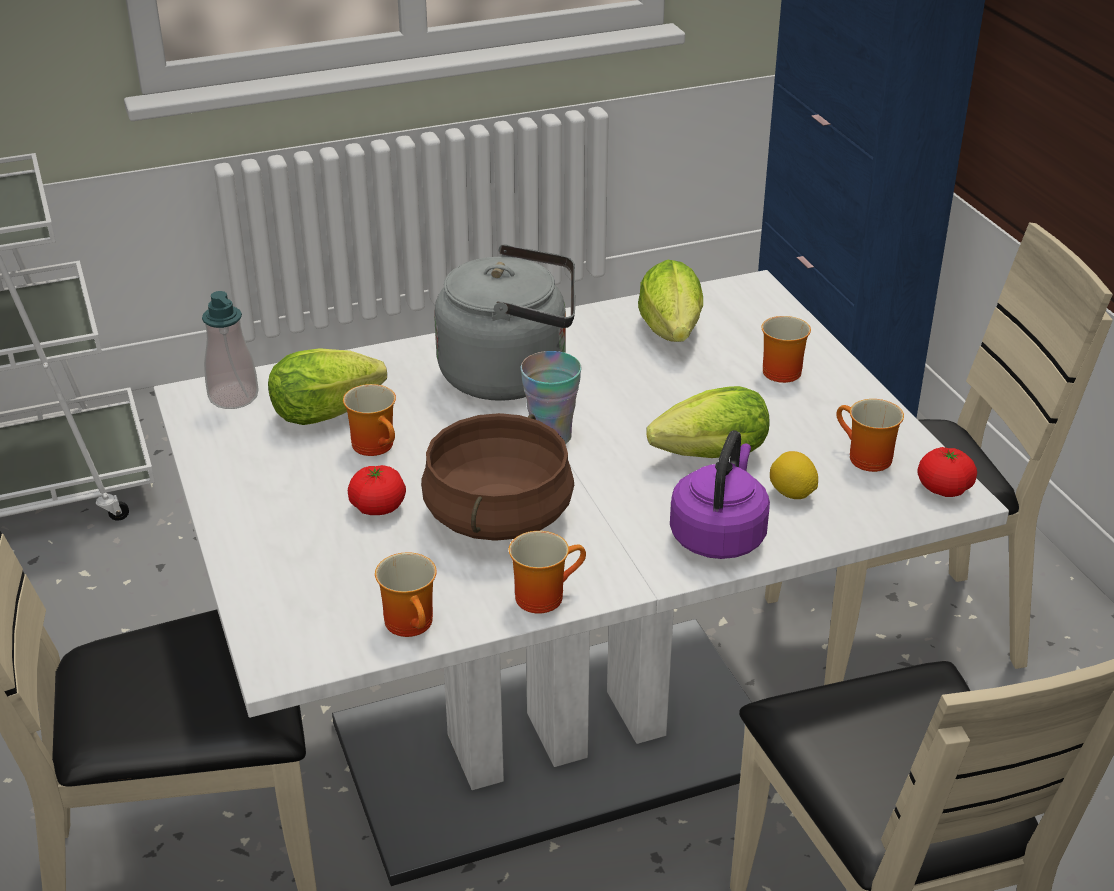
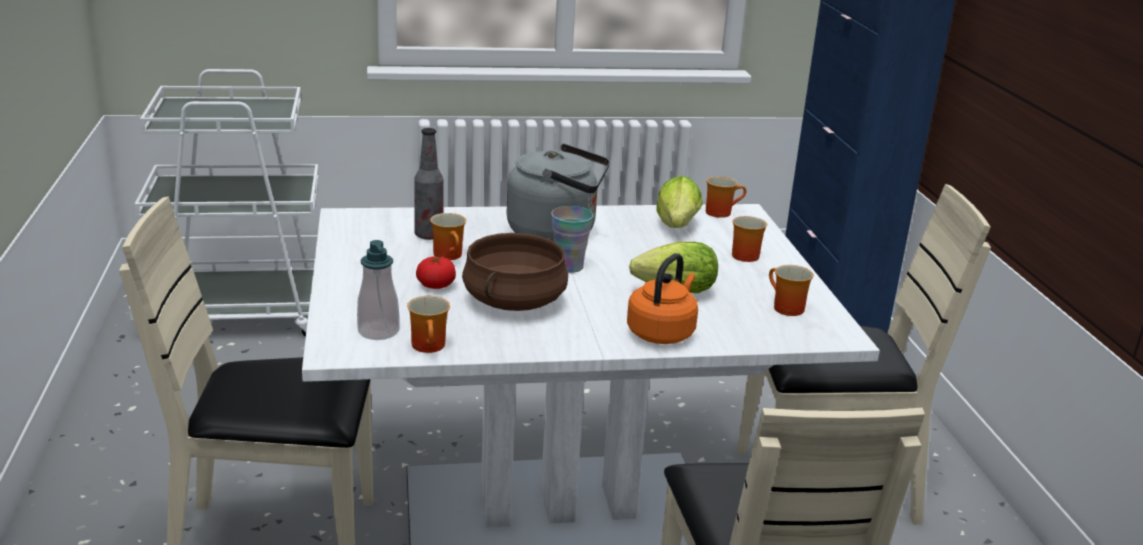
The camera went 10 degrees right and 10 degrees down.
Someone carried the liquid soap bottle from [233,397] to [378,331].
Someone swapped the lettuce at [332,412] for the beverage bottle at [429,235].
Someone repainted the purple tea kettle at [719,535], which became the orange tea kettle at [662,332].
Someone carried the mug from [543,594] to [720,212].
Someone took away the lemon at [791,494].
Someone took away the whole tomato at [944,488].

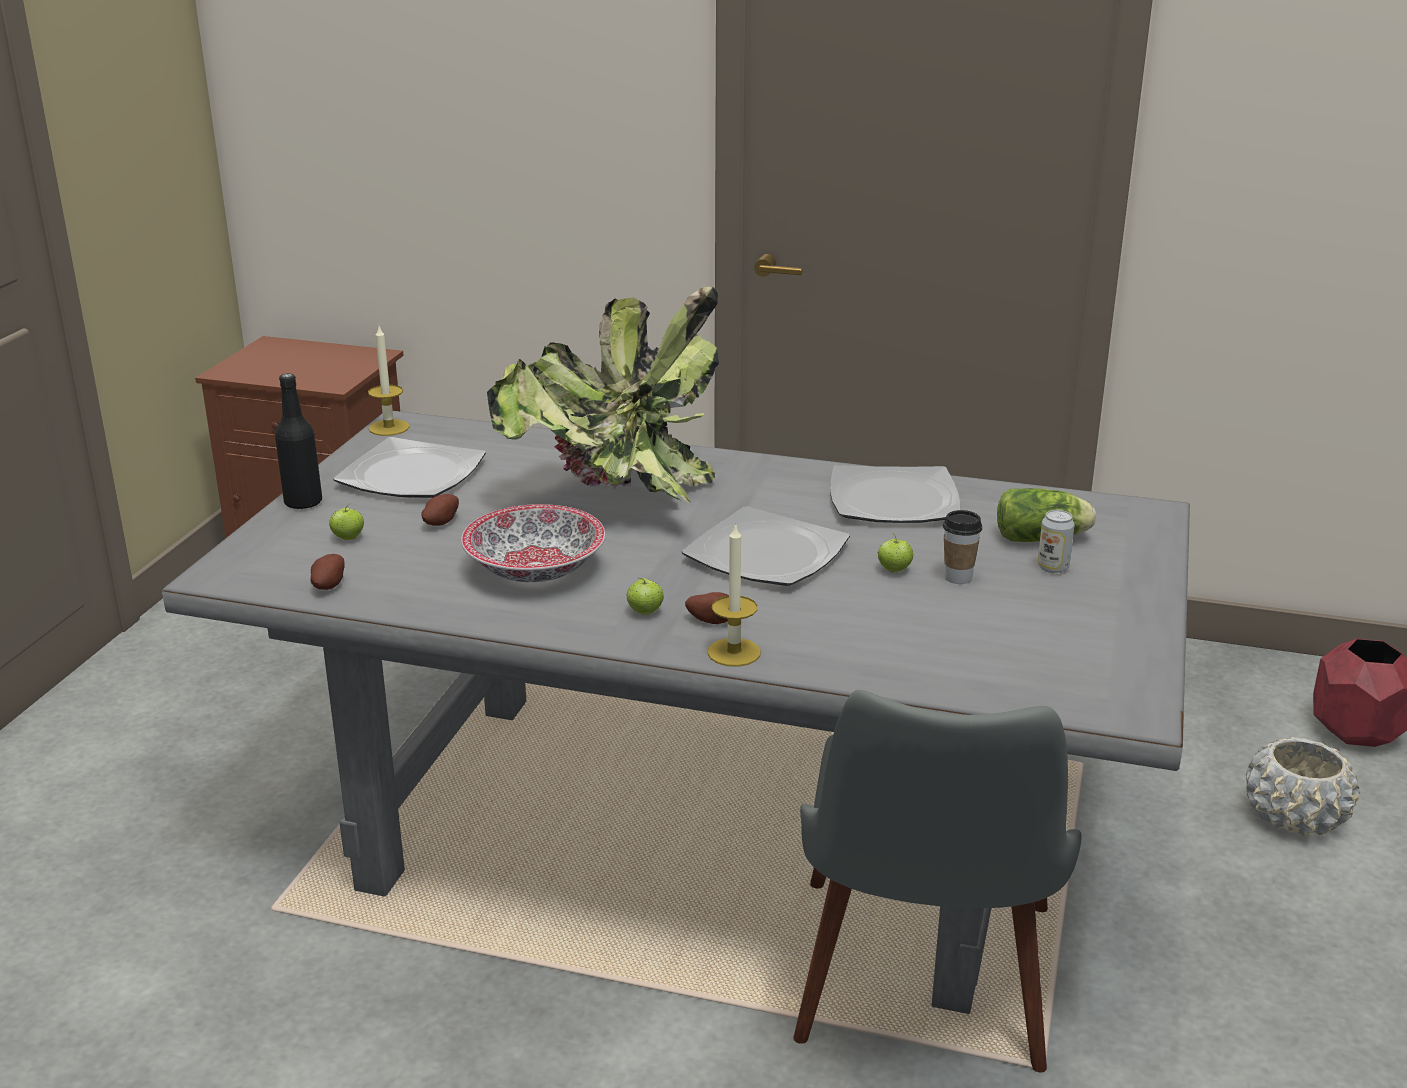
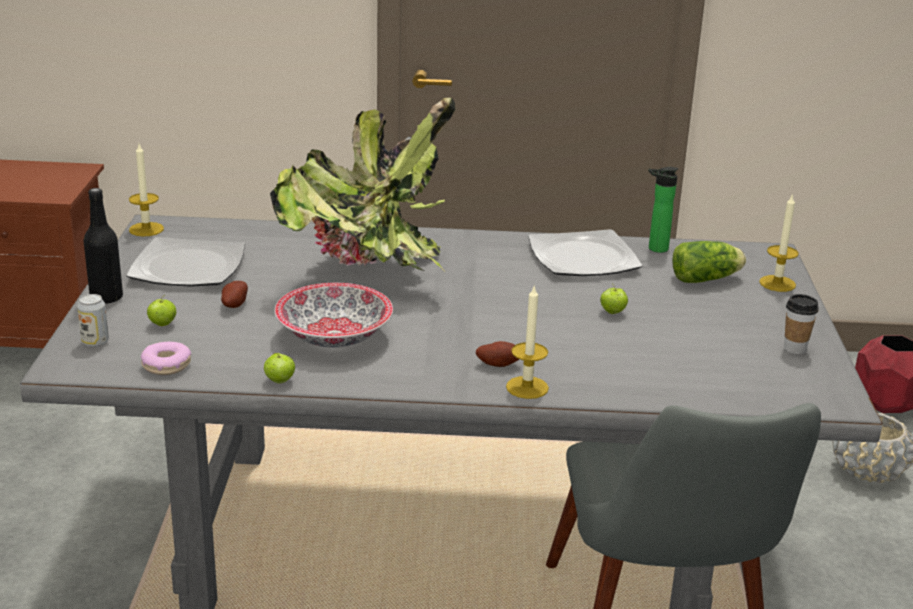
The camera went 15 degrees left and 0 degrees up.
Someone carried the metal can from [1053,567] to [95,342].
Someone swapped the spud at [327,585] for the doughnut at [166,365].
Someone carried the whole apple from [645,612] to [280,381].
Someone put down the beverage bottle at [655,249].
Someone put down the wax candle at [777,283].
Someone carried the drinking cup from [958,577] to [794,348].
Someone took away the dinner plate at [766,553].

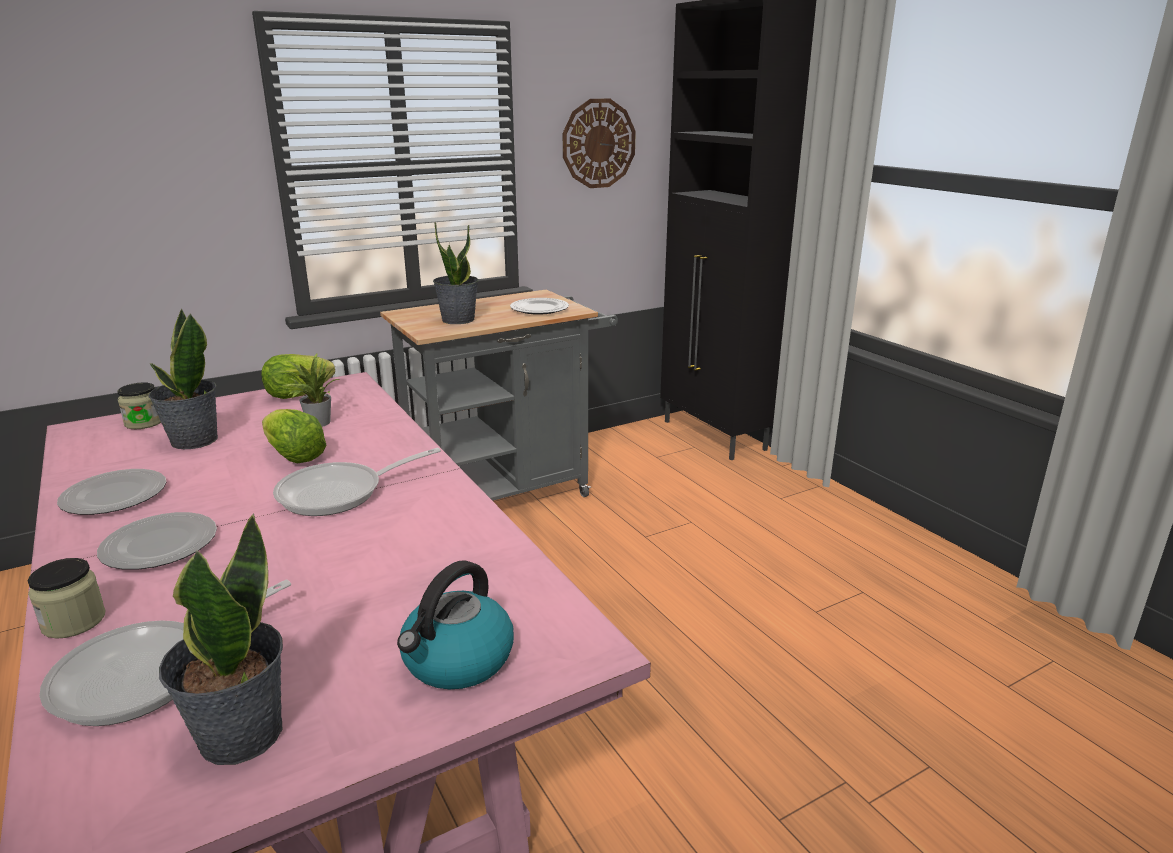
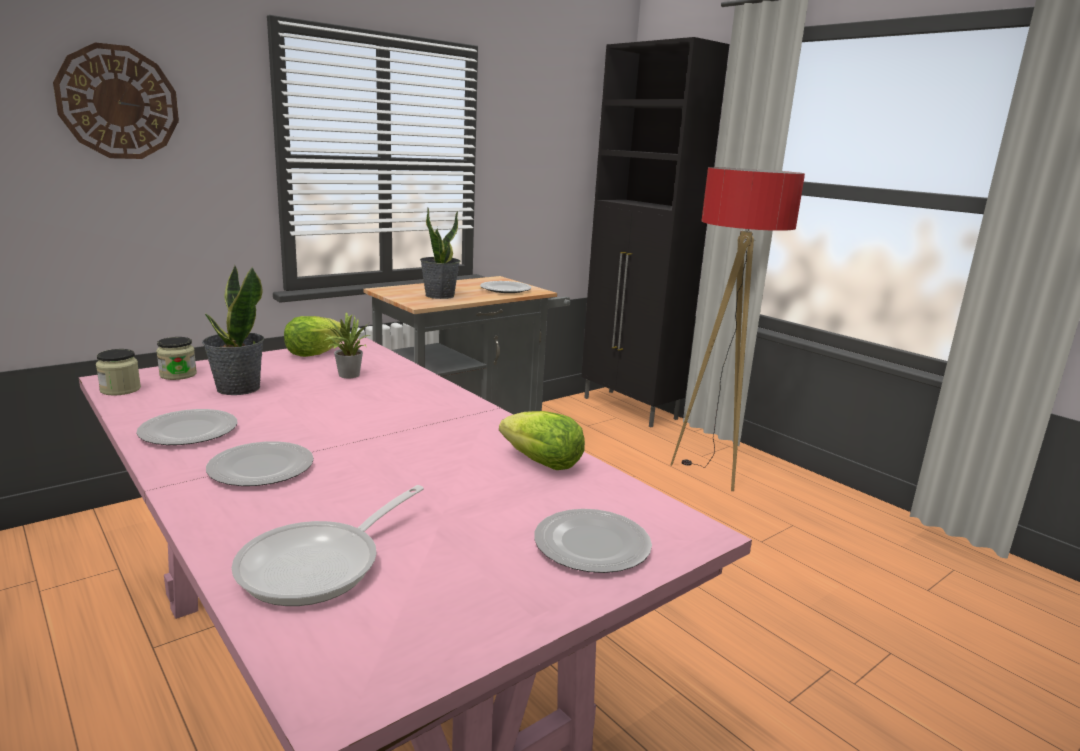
The camera went 10 degrees left and 5 degrees down.
Someone carried the hanging clock from [598,143] to [118,102].
Someone carried the storage jar from [74,621] to [120,389].
Someone carried the lettuce from [294,457] to [542,463].
Someone swapped the tea kettle at [457,661] for the dinner plate at [593,544].
Someone put down the standing lamp at [711,471].
Someone took away the plant in a pot at [239,734].
Someone took away the frying pan at [340,493].

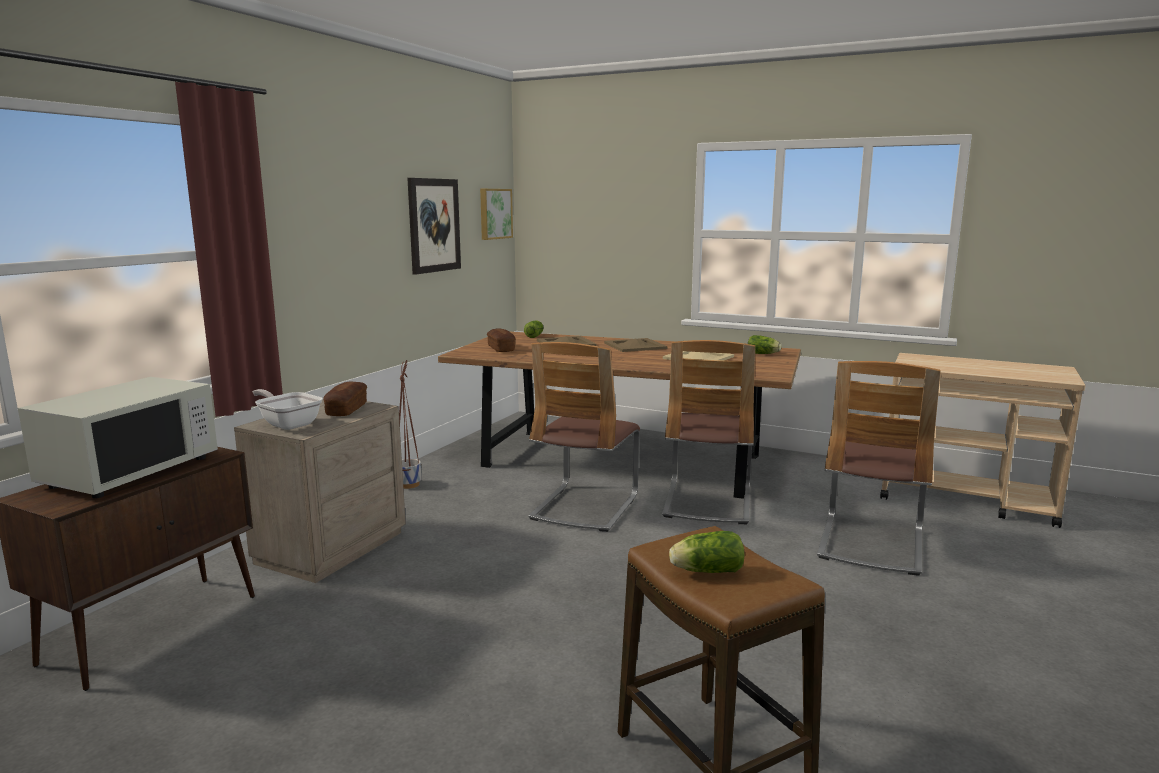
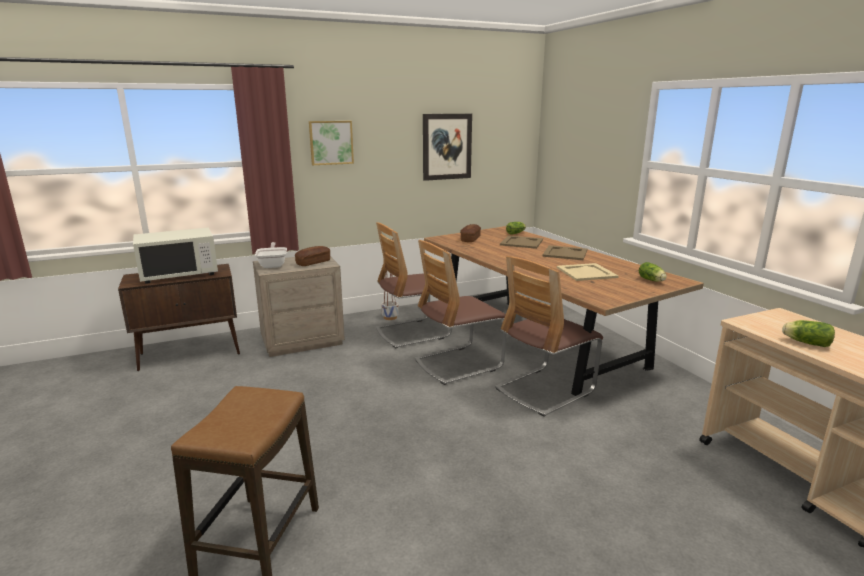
The camera went 40 degrees right and 5 degrees up.
Someone carried the picture from [494,213] to [331,142].
Someone carried the chair from [870,544] to [413,333].
Someone carried the lettuce from [705,571] to [805,342].

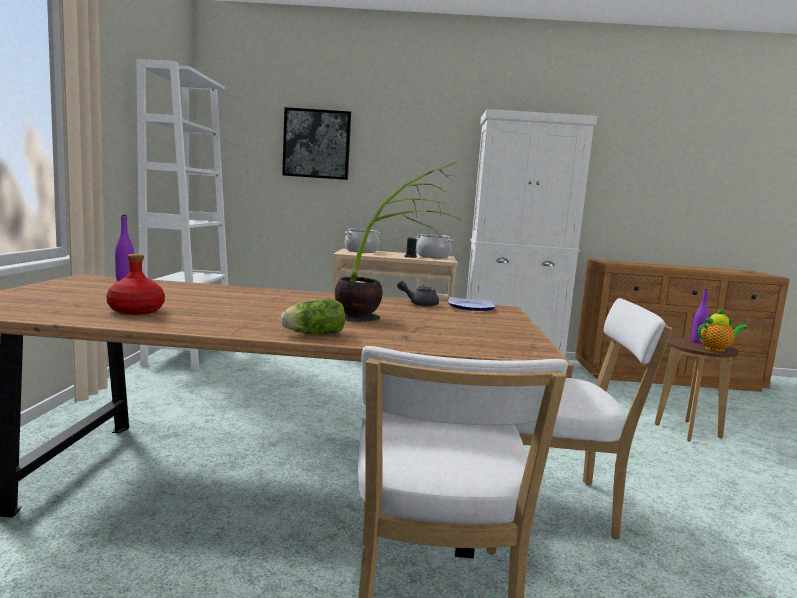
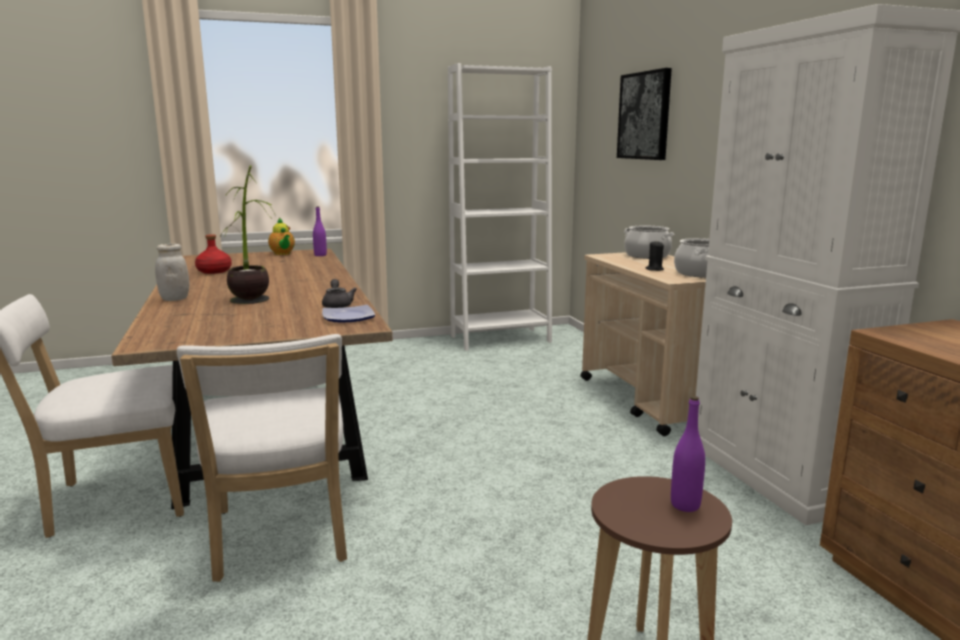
The camera went 70 degrees right and 5 degrees up.
Someone swapped the lettuce at [312,334] for the whitish storage jar at [175,299].
Someone carried the tea pot from [716,349] to [283,254].

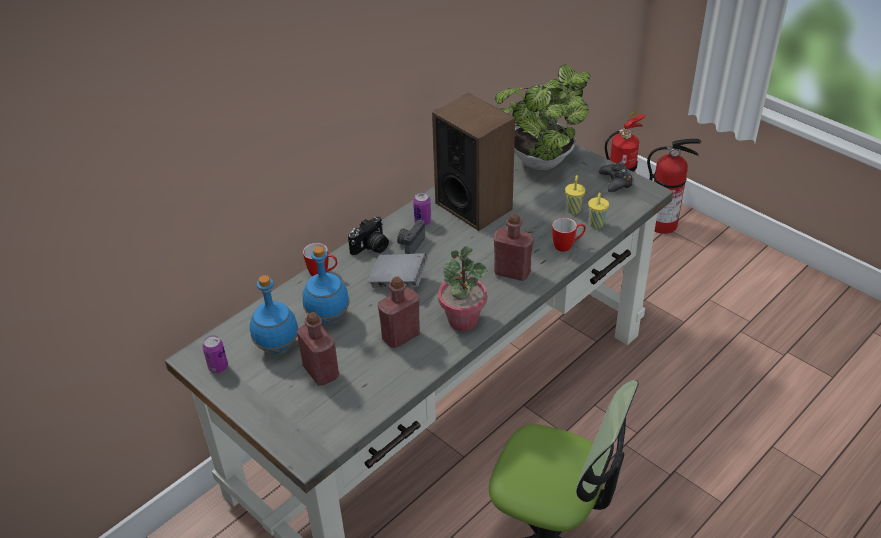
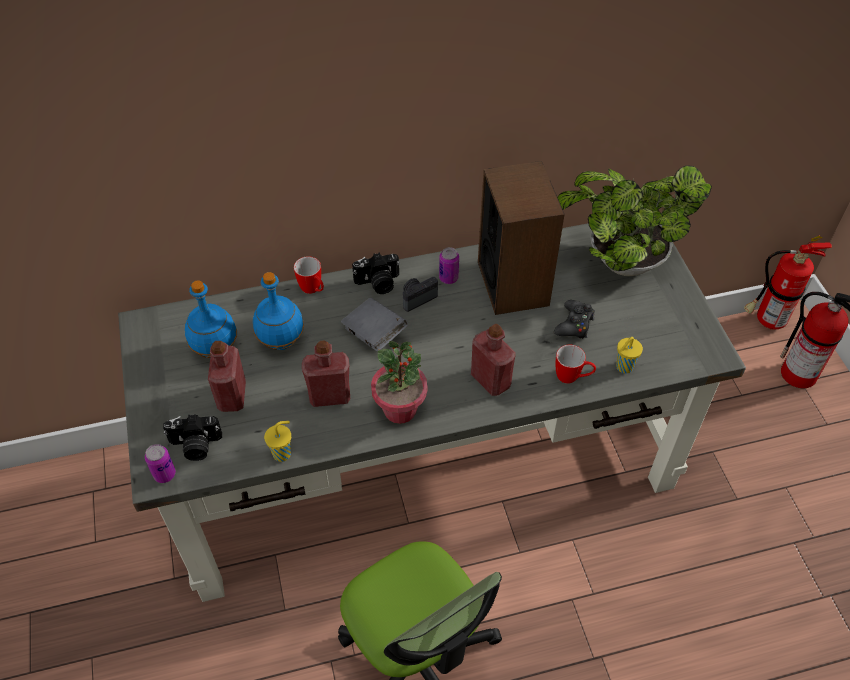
The camera went 30 degrees right and 10 degrees up.
Someone carried the metal can from [218,367] to [164,474].
Someone put down the still camera at [195,446].
Someone carried the yellow drinking cup from [573,209] to [283,453].
Someone carried the blackish game controller from [616,182] to [574,324].

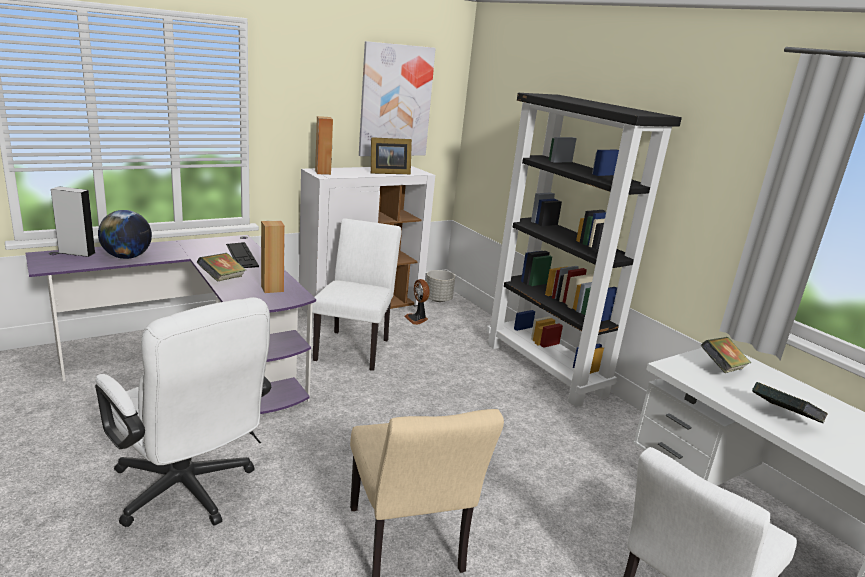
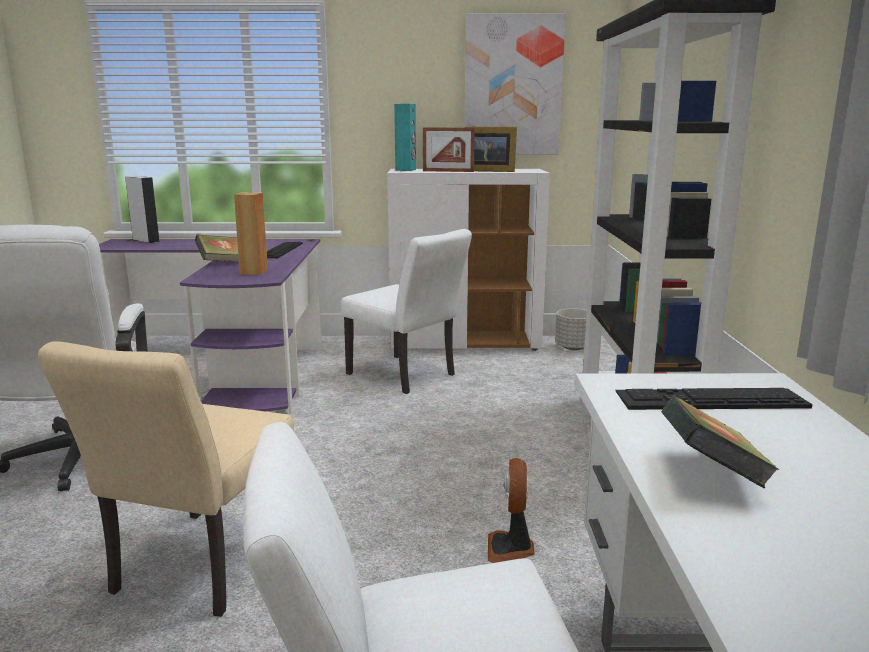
The camera went 35 degrees right and 5 degrees down.
Someone rotated the whitish chair at [355,347] by 90 degrees clockwise.
Someone repainted the brown-coloured loudspeaker at [323,172], which became the turquoise-coloured loudspeaker at [406,170].
Someone put down the picture frame at [448,171].
Someone carried the fan from [417,319] to [511,549].
Someone swapped the book at [721,369] for the computer keyboard at [710,399].
Someone took away the globe at [127,257].

